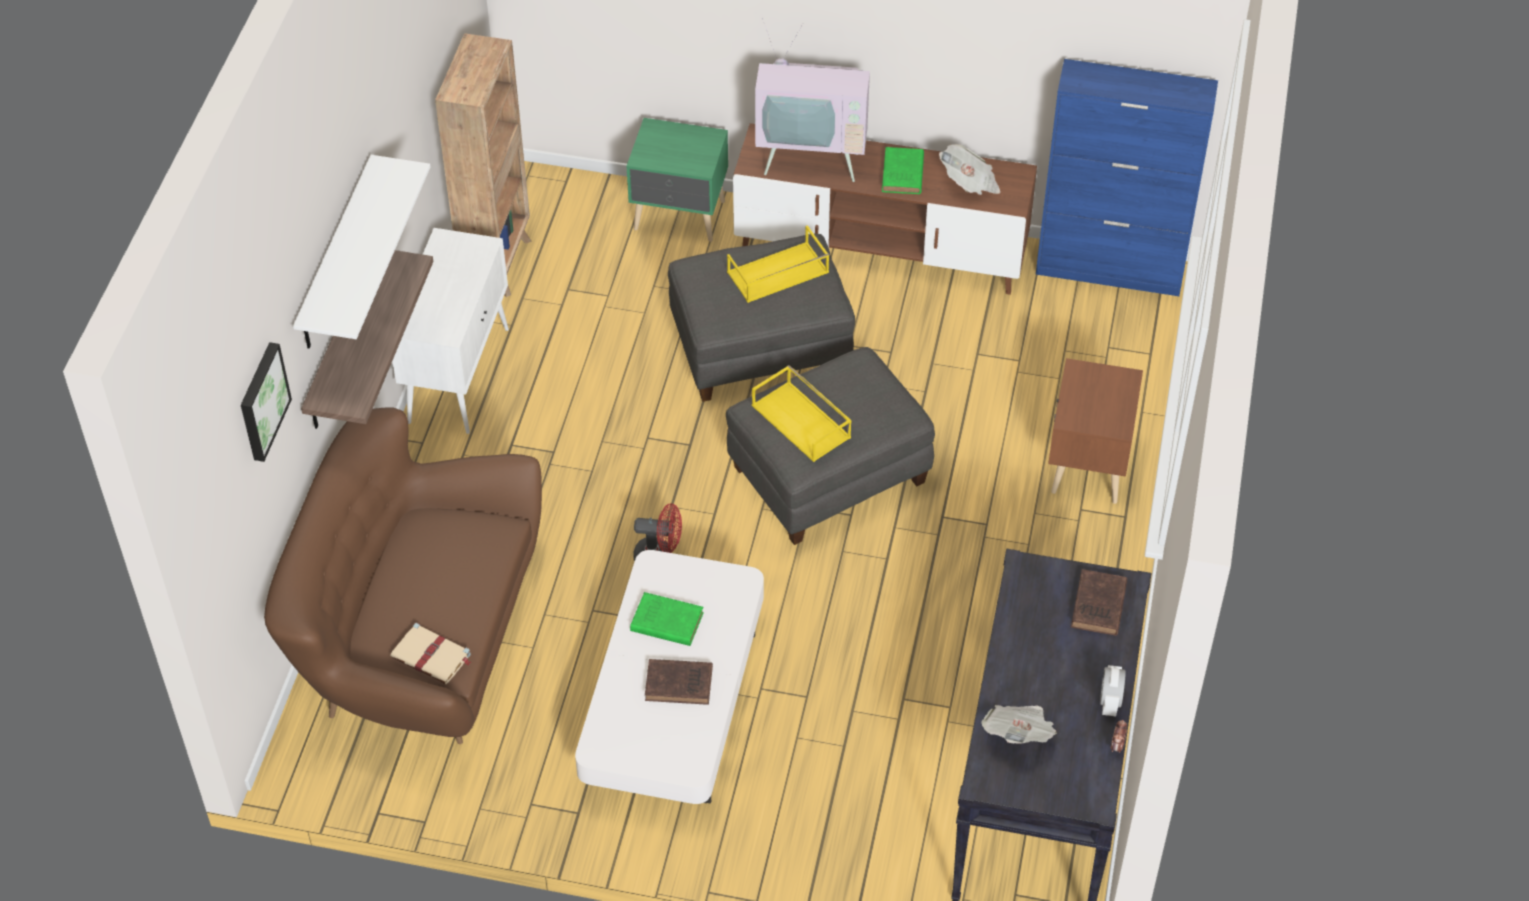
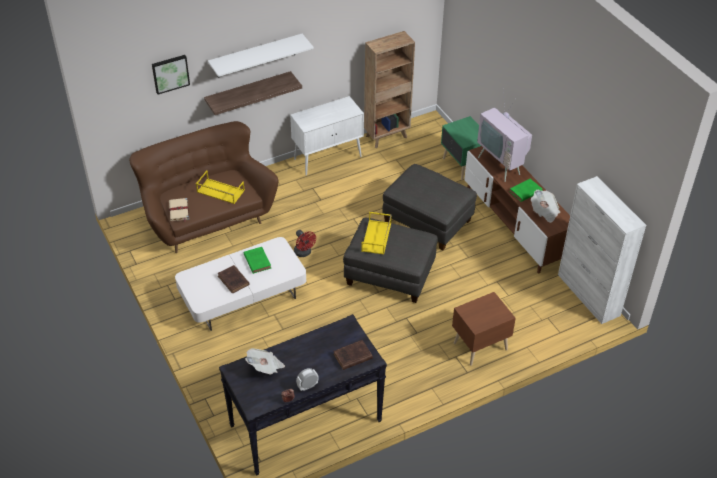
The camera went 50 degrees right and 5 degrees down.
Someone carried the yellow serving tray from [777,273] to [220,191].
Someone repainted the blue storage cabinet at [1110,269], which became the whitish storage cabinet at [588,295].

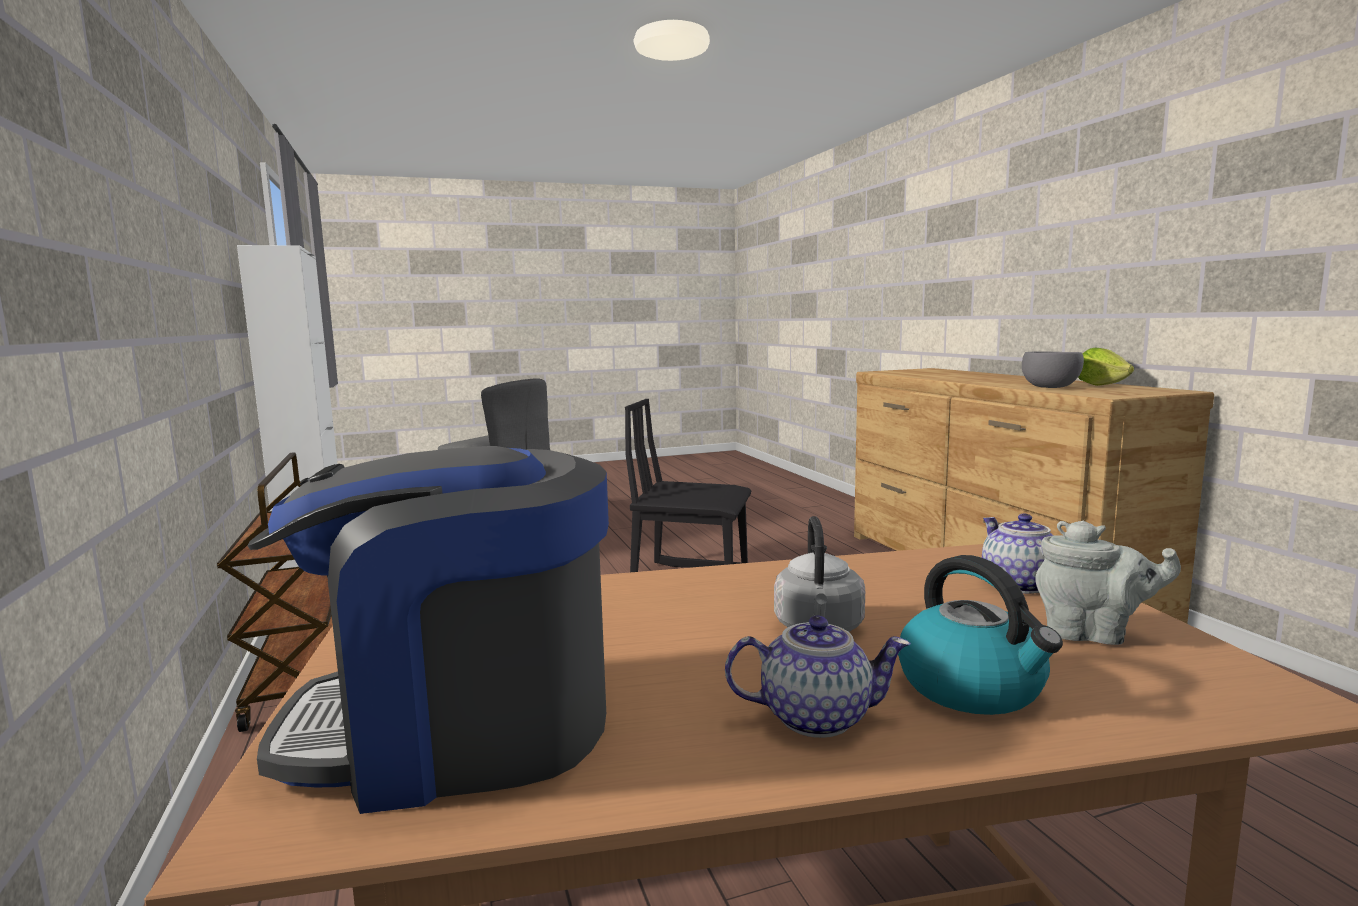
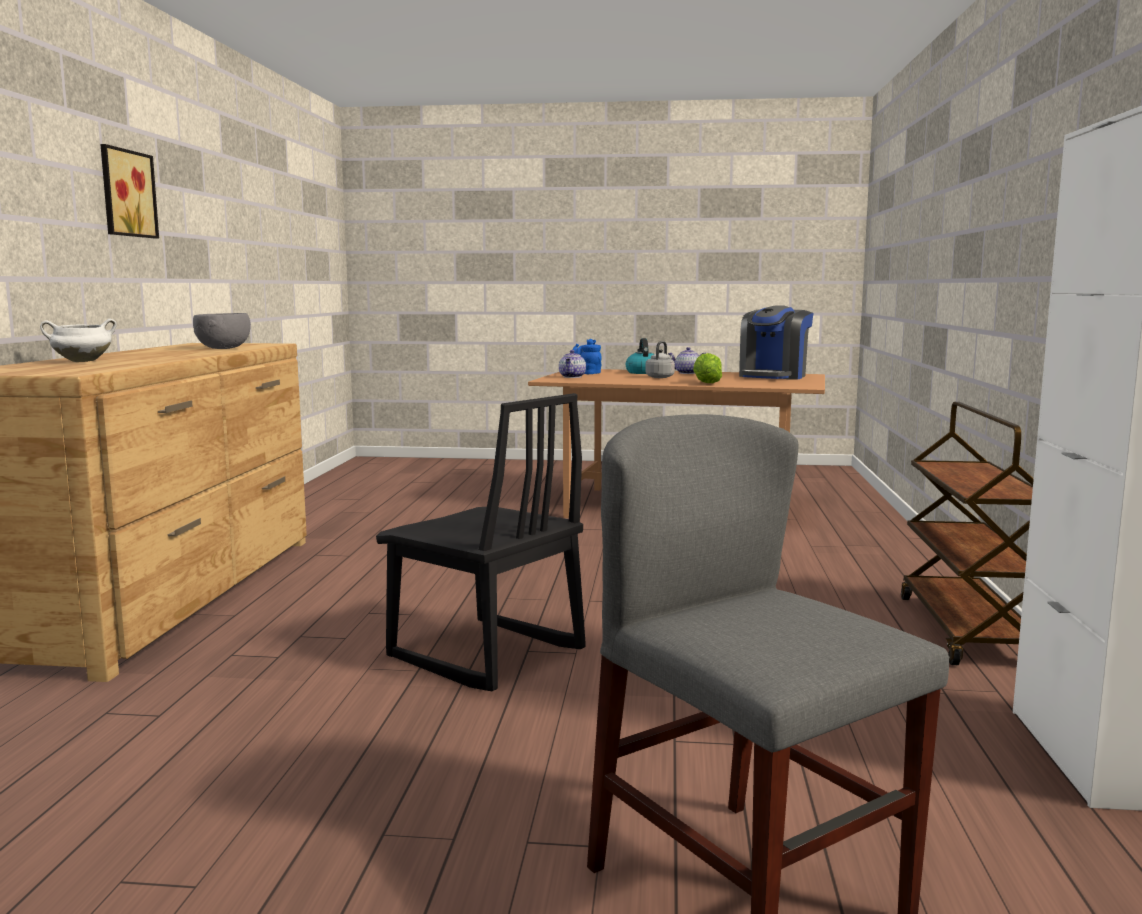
The camera went 155 degrees left and 0 degrees up.
Someone put down the whitish saucepot at [81,361].
Someone put up the picture at [125,193].
Someone repainted the gray tea pot at [1093,634], which became the blue tea pot at [587,373].
Someone carried the lettuce from [1100,385] to [706,383].
Someone rotated the coffee machine at [458,728] by 105 degrees clockwise.

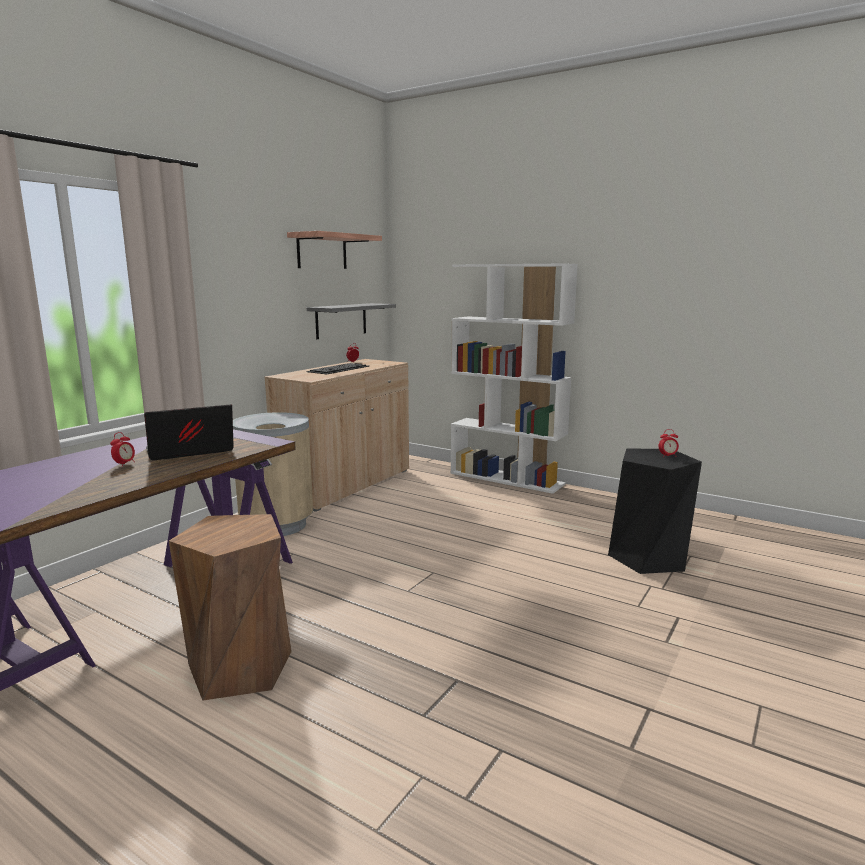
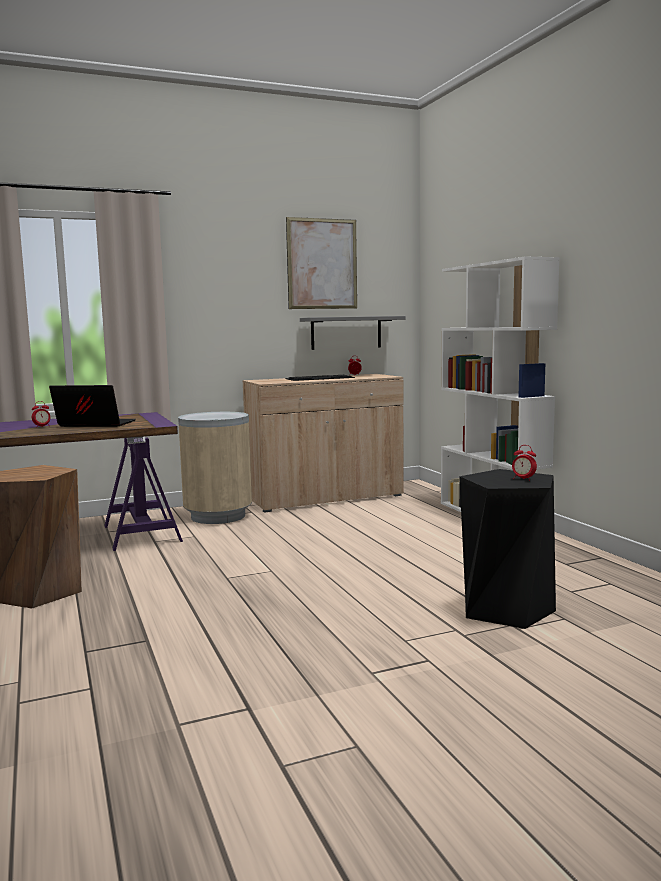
The camera went 35 degrees right and 5 degrees down.
Someone swapped the wall shelf at [322,251] for the picture at [322,264].

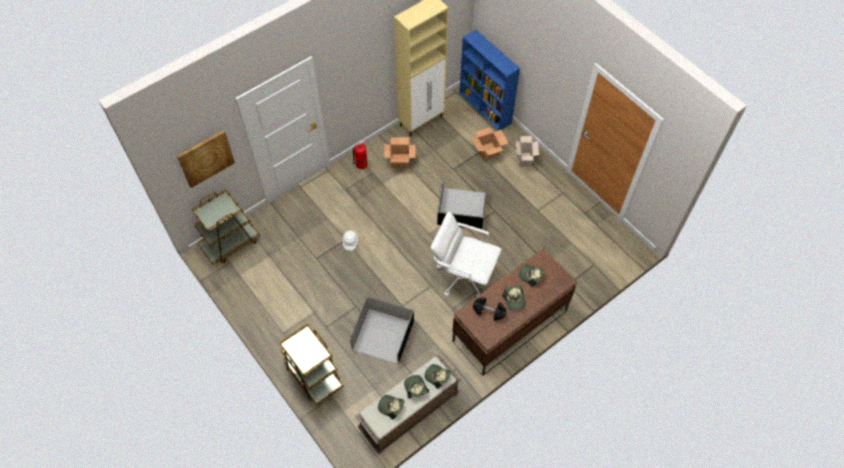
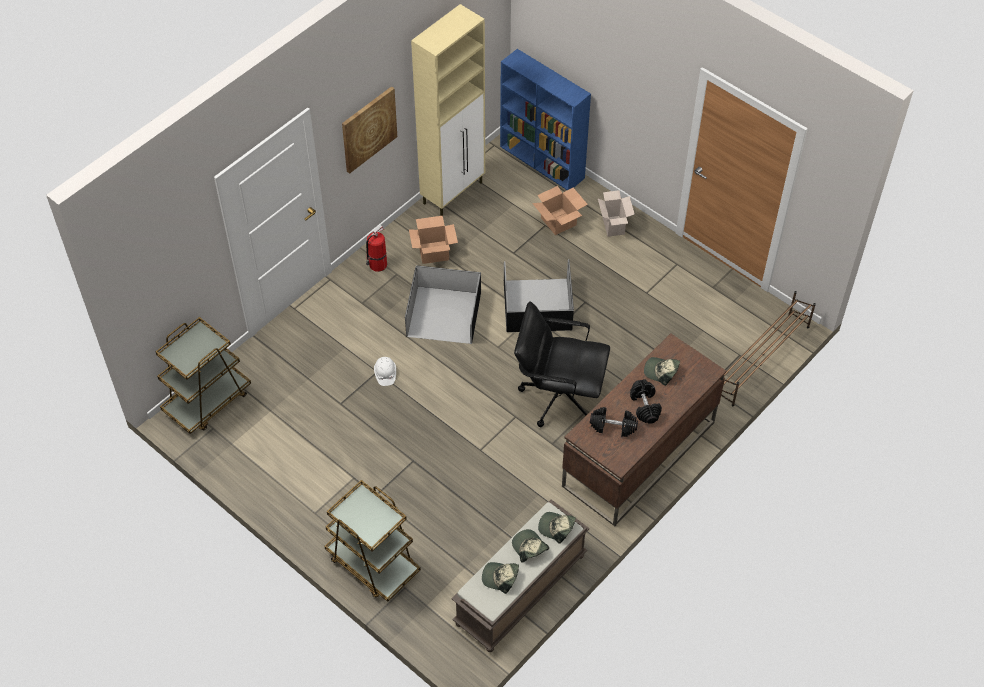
The camera went 10 degrees left and 5 degrees down.
Someone carried the picture from [206,158] to [368,129].
Someone carried the blackish storage box from [382,335] to [443,314].
Someone repainted the whitish office chair at [463,275], which became the blackish office chair at [558,396].
Someone swapped the peaked cap at [514,300] for the blackish free weight at [645,406].
Someone put down the brown-coloured shoe shelf at [761,359].

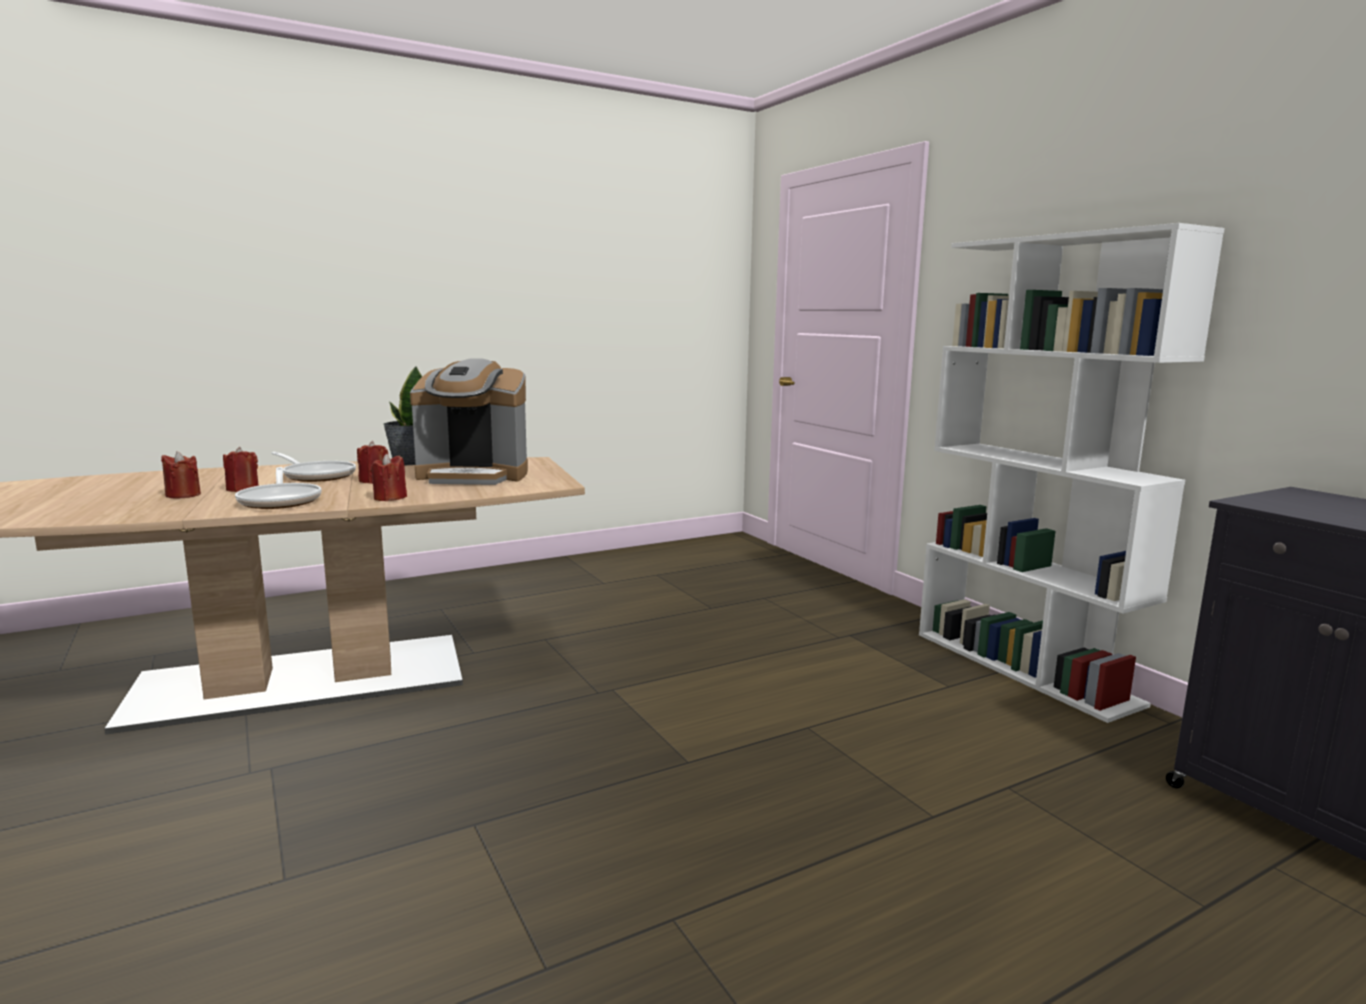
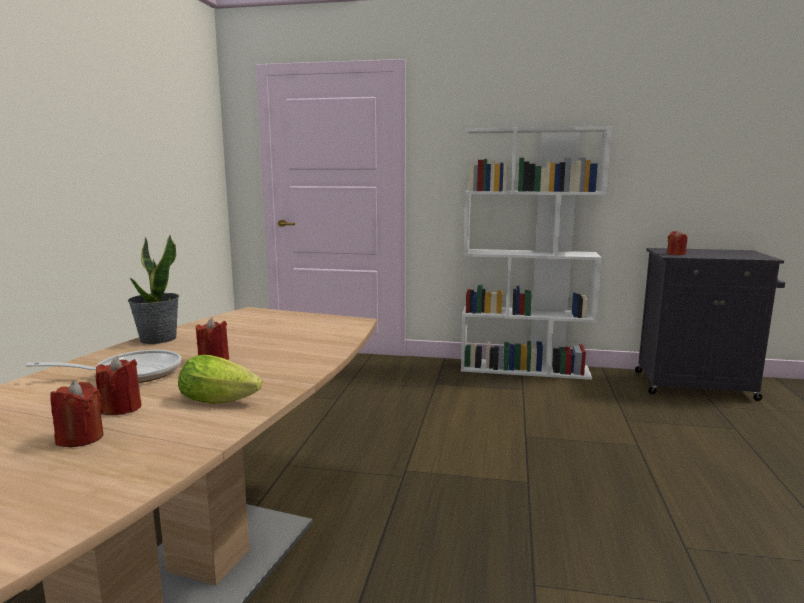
The camera went 50 degrees left and 0 degrees up.
Someone swapped the frying pan at [280,500] for the lettuce at [222,400].
Someone carried the red-coloured wax candle from [390,498] to [675,254].
Someone took away the coffee machine at [474,476].

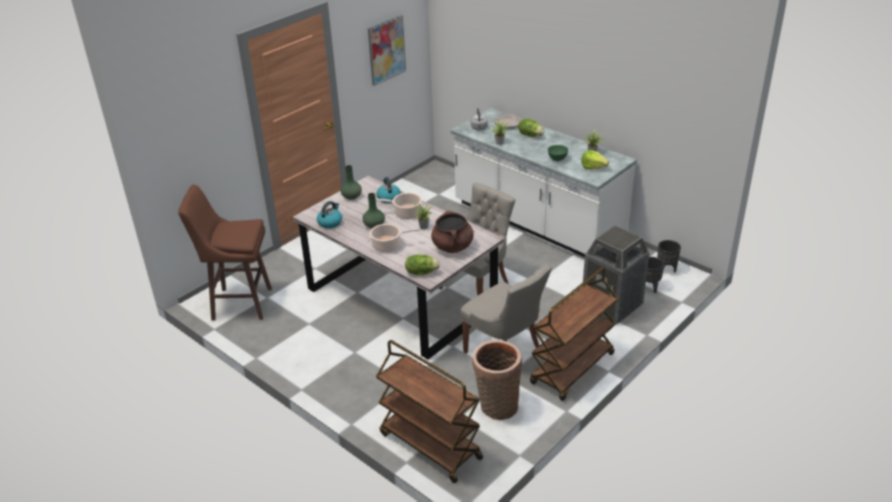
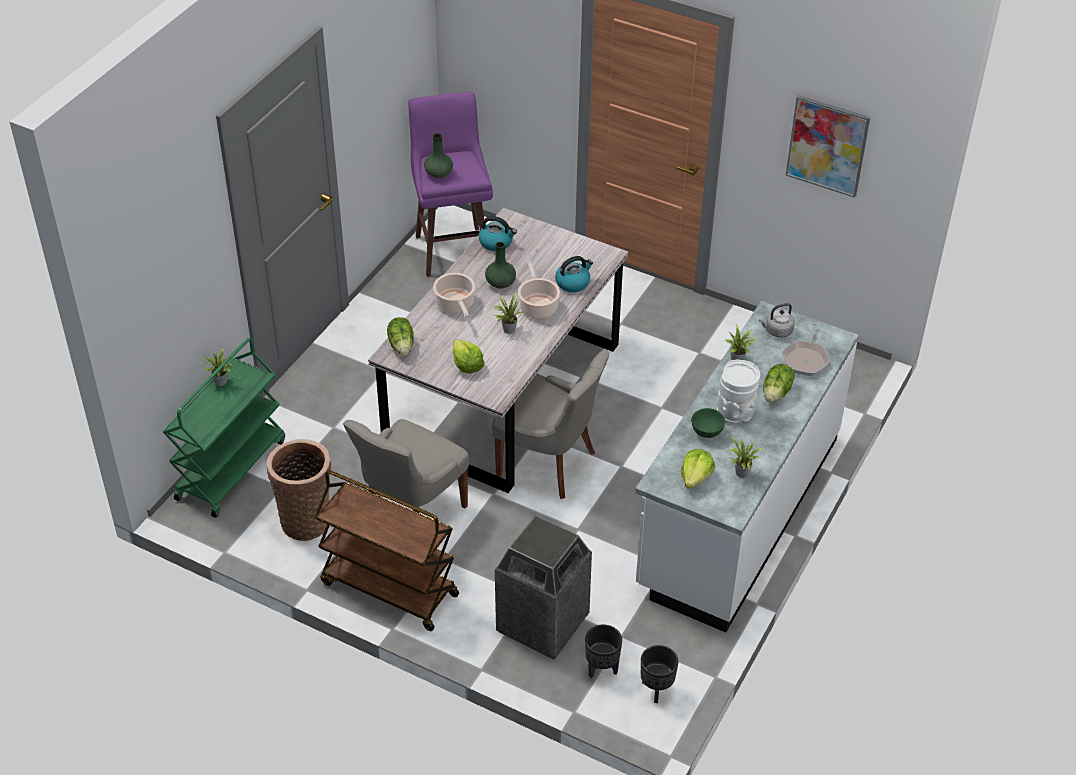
The camera went 75 degrees right and 10 degrees up.
Someone repainted the brown-coloured wheeled cart at [429,446], which became the greenish wheeled cart at [231,468].
Someone put down the plant in a pot at [221,382].
Someone repainted the brown-coloured sitting stool at [240,303], which became the purple sitting stool at [453,249].
Someone carried the greenish decorative vase from [352,196] to [439,173].
Someone swapped the brown-coloured saucepot at [453,247] for the lettuce at [466,365].
Someone put down the whitish decorative vase at [736,412].

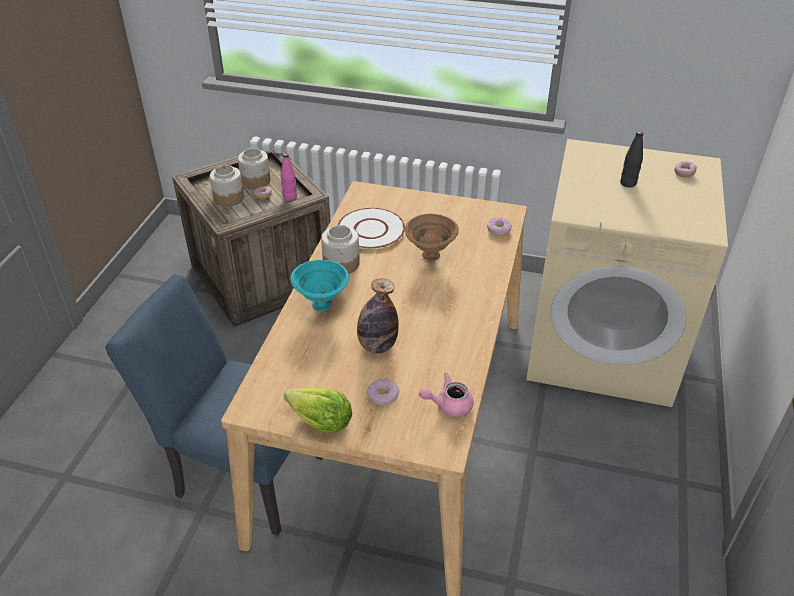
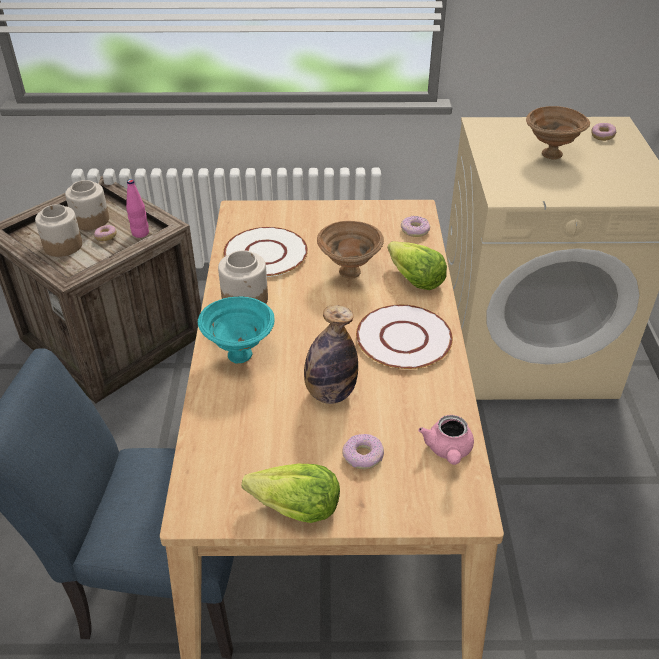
The camera went 15 degrees left and 0 degrees up.
Someone put down the whitish dinner plate at [403,338].
Someone put down the lettuce at [414,279].
Someone rotated the pinkish tea pot at [448,405] by 60 degrees counterclockwise.
Someone swapped the blackish beverage bottle at [628,183] for the brown-coloured deep dish at [550,155].

